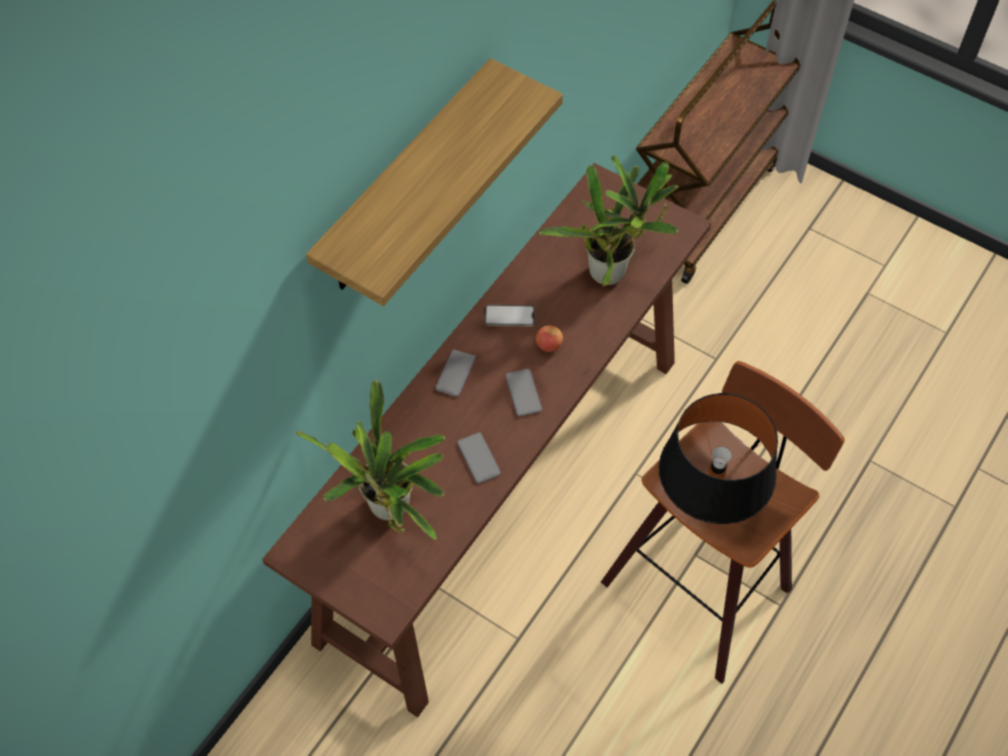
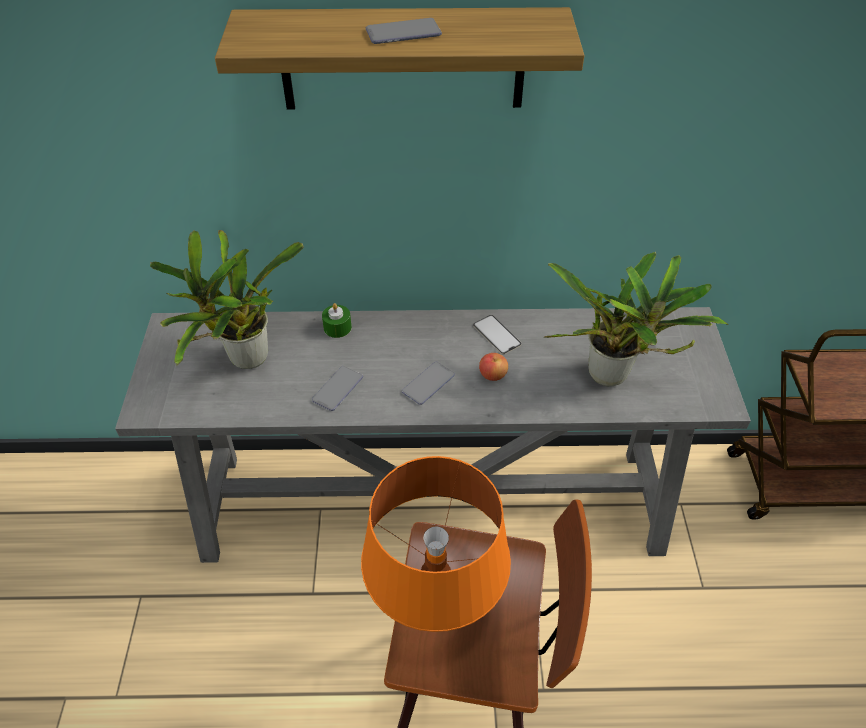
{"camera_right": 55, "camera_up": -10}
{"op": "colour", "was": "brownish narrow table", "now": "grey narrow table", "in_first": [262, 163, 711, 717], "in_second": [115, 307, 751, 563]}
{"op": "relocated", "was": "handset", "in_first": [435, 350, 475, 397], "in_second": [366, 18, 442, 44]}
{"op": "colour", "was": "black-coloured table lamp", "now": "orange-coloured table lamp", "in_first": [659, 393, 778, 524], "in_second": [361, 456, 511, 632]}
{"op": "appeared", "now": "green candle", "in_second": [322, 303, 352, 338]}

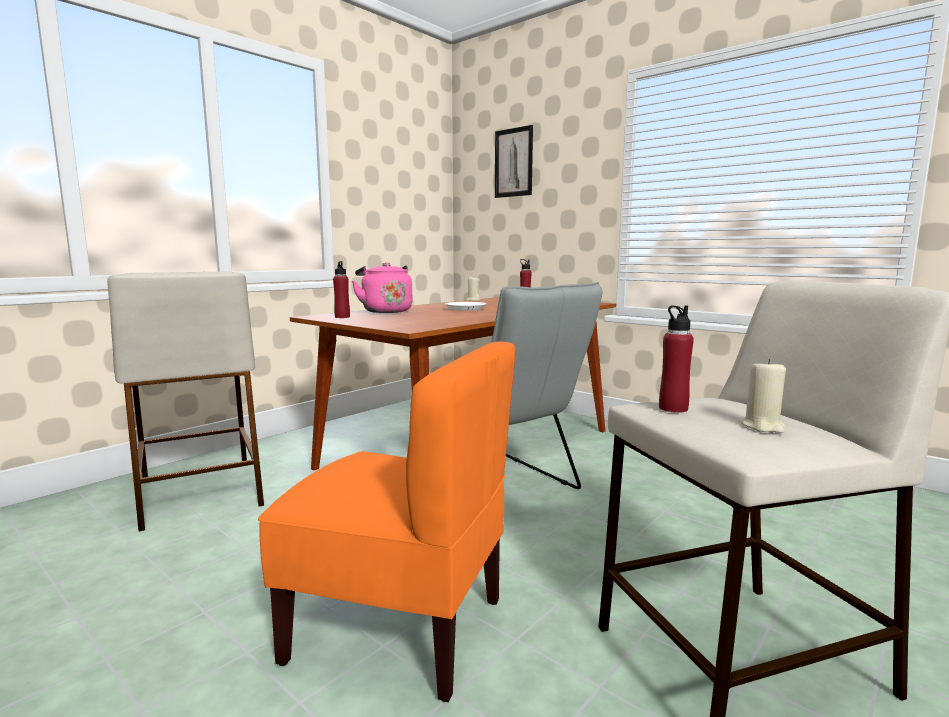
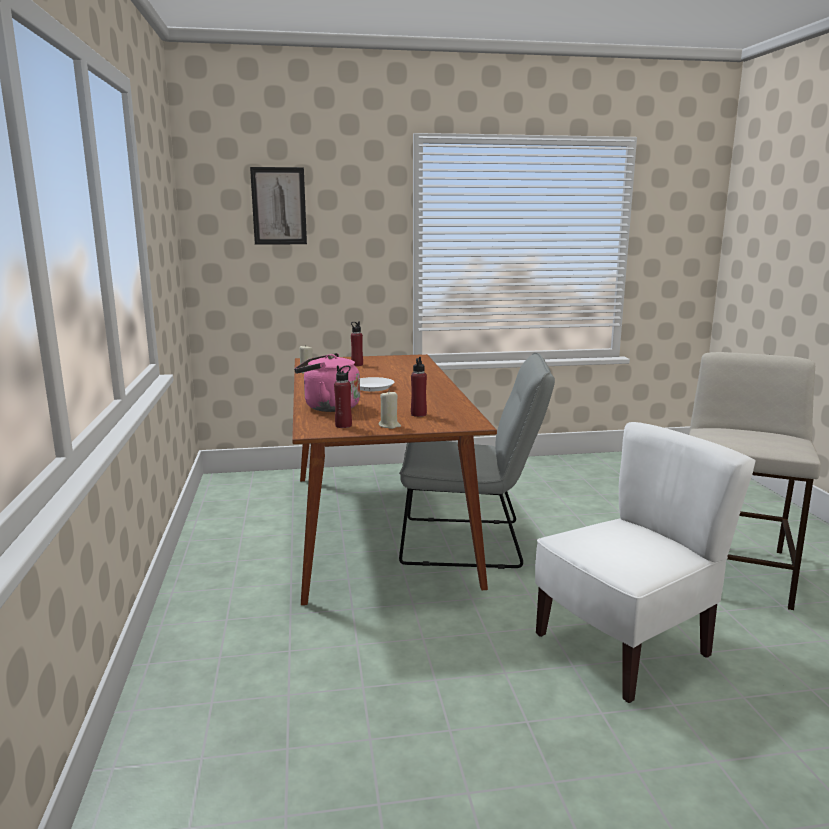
{"camera_right": -50, "camera_up": 5}
{"op": "missing", "was": "sand-coloured sitting stool", "in_first": [107, 271, 264, 531]}
{"op": "colour", "was": "orange-coloured plain chair", "now": "white plain chair", "in_first": [258, 341, 516, 702], "in_second": [535, 422, 755, 703]}
{"op": "relocated", "was": "red bottle", "in_first": [659, 305, 694, 413], "in_second": [411, 357, 427, 417]}
{"op": "relocated", "was": "sand-coloured candle", "in_first": [742, 359, 786, 433], "in_second": [379, 392, 401, 429]}

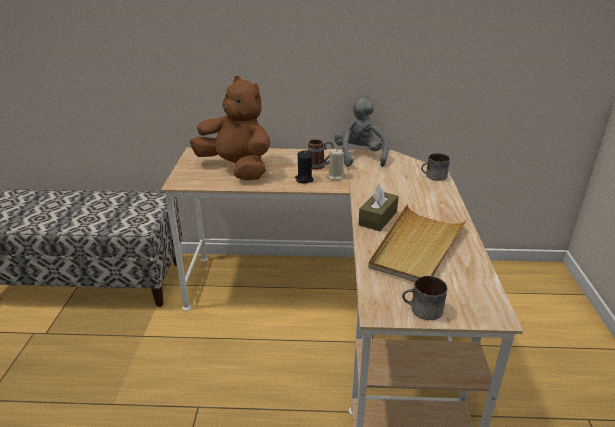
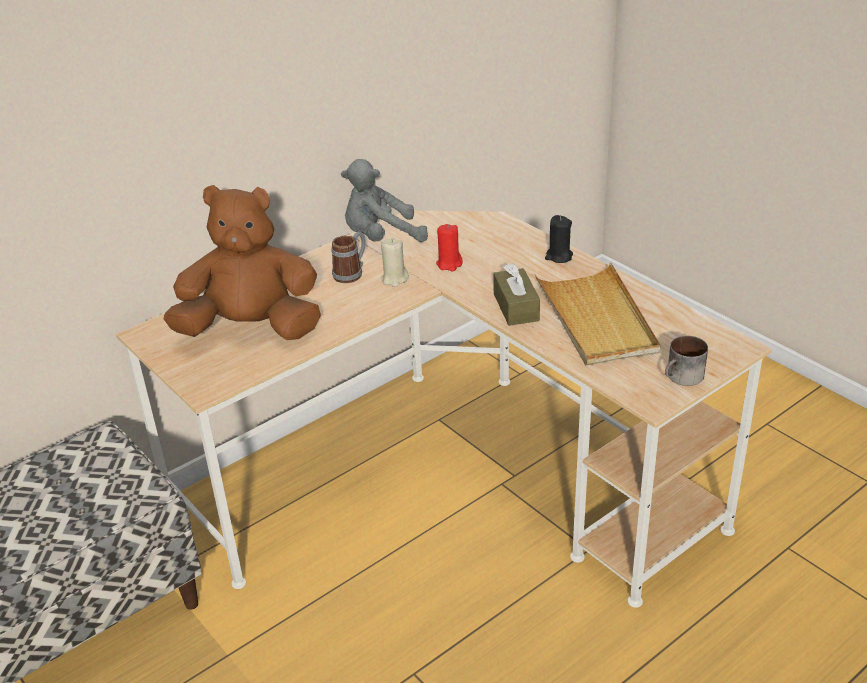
{"camera_right": -40, "camera_up": 5}
{"op": "relocated", "was": "black-coloured candle", "in_first": [295, 150, 314, 184], "in_second": [545, 215, 573, 263]}
{"op": "spun", "was": "grey cuddly toy", "in_first": [334, 98, 389, 167], "in_second": [341, 159, 428, 242], "clockwise": -60}
{"op": "missing", "was": "tea mug", "in_first": [421, 153, 450, 181]}
{"op": "appeared", "now": "red candle", "in_second": [436, 224, 463, 271]}

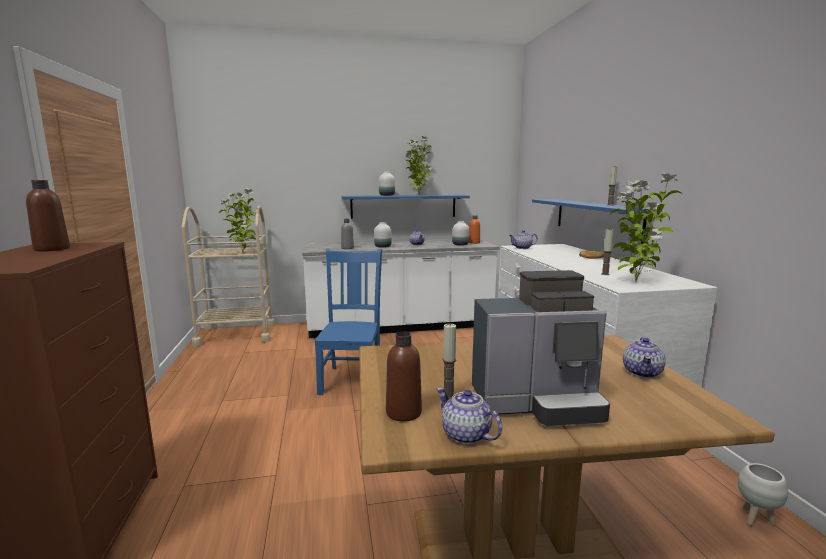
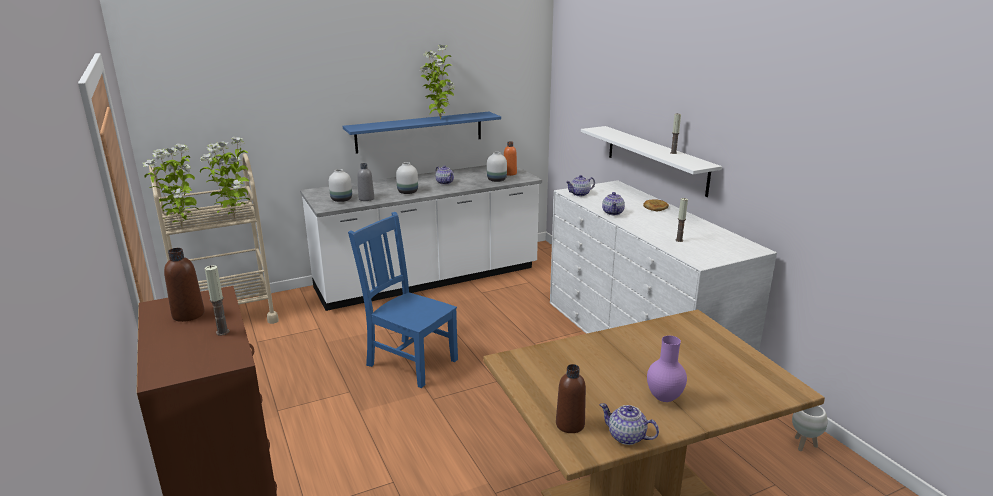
{"camera_right": -15, "camera_up": 10}
{"op": "spun", "was": "blue plain chair", "in_first": [314, 248, 382, 395], "in_second": [348, 212, 458, 388], "clockwise": -45}
{"op": "relocated", "was": "white decorative vase", "in_first": [379, 172, 395, 196], "in_second": [329, 169, 352, 202]}
{"op": "relocated", "was": "candle", "in_first": [443, 323, 456, 399], "in_second": [205, 265, 229, 336]}
{"op": "exchanged", "was": "coffee maker", "now": "purple-coloured decorative vase", "in_first": [472, 270, 610, 426], "in_second": [647, 336, 687, 402]}
{"op": "colour", "was": "blue shelf", "now": "white shelf", "in_first": [532, 199, 647, 244], "in_second": [581, 126, 722, 197]}
{"op": "relocated", "was": "plant in a pot", "in_first": [610, 172, 683, 282], "in_second": [142, 144, 199, 228]}
{"op": "relocated", "was": "teapot", "in_first": [623, 337, 666, 378], "in_second": [602, 192, 625, 215]}

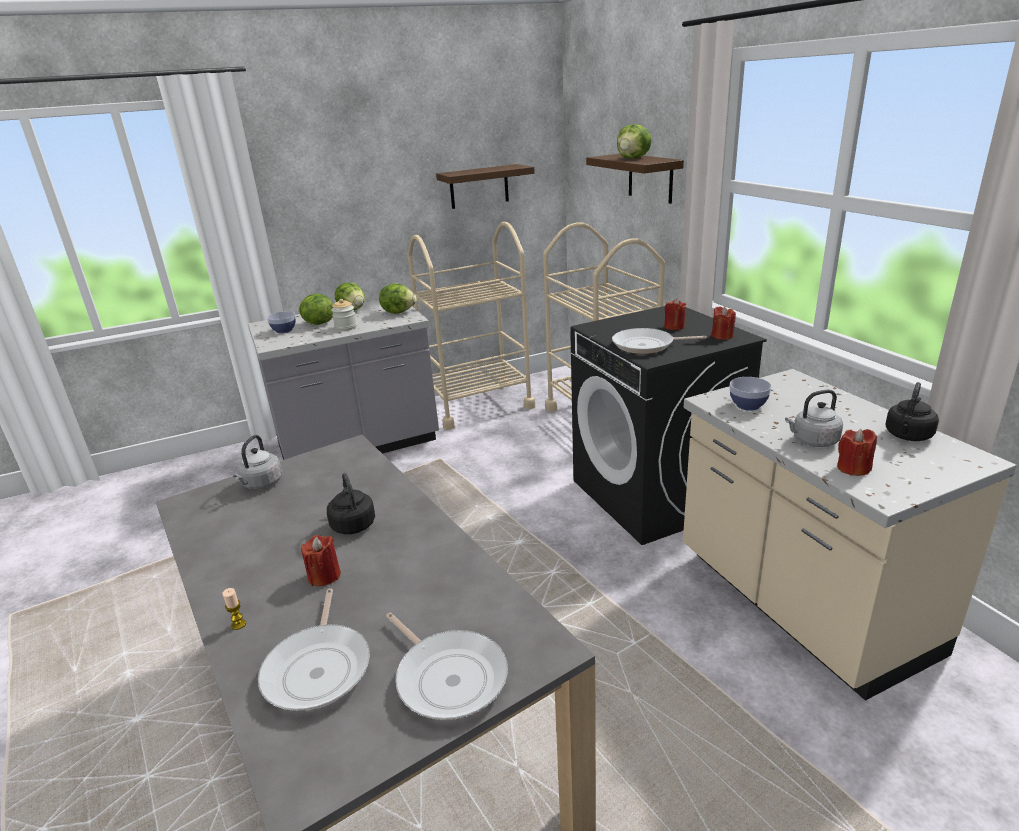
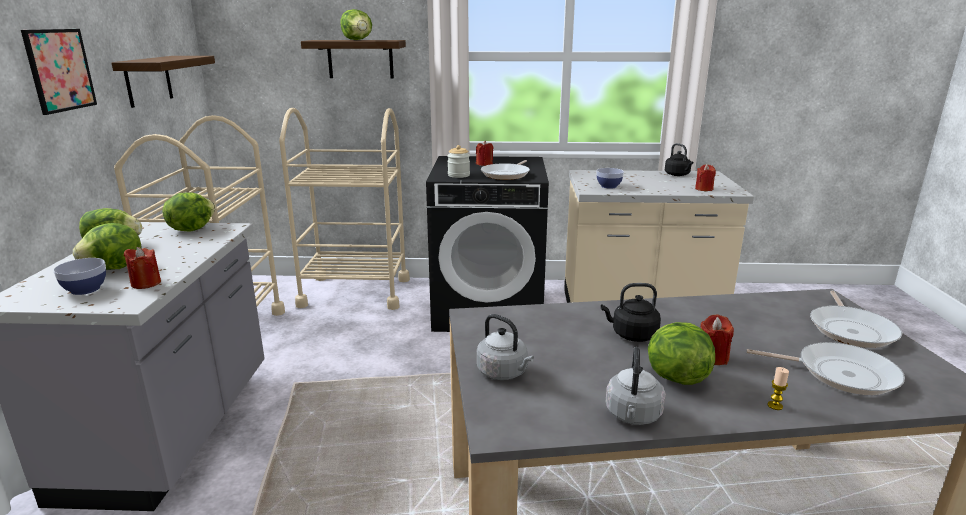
{"camera_right": -65, "camera_up": -5}
{"op": "relocated", "was": "preserve jar", "in_first": [331, 299, 357, 331], "in_second": [447, 145, 470, 178]}
{"op": "spun", "was": "skillet", "in_first": [386, 613, 508, 720], "in_second": [810, 291, 902, 348], "clockwise": 120}
{"op": "relocated", "was": "red candle", "in_first": [712, 306, 736, 340], "in_second": [124, 247, 161, 289]}
{"op": "relocated", "was": "grey kettle", "in_first": [785, 389, 843, 447], "in_second": [606, 347, 666, 425]}
{"op": "appeared", "now": "picture", "in_second": [21, 29, 97, 115]}
{"op": "appeared", "now": "lettuce head", "in_second": [648, 322, 715, 385]}

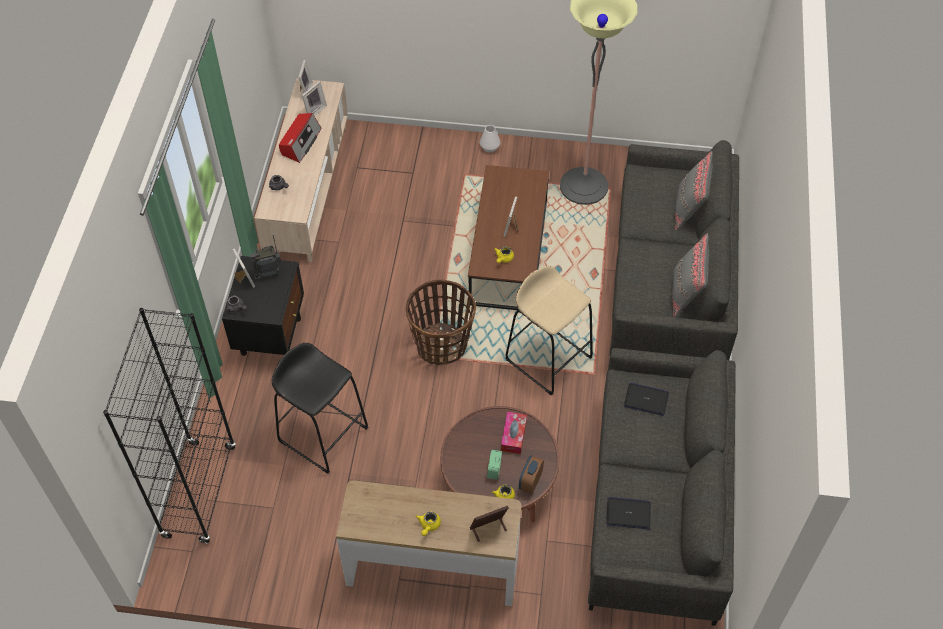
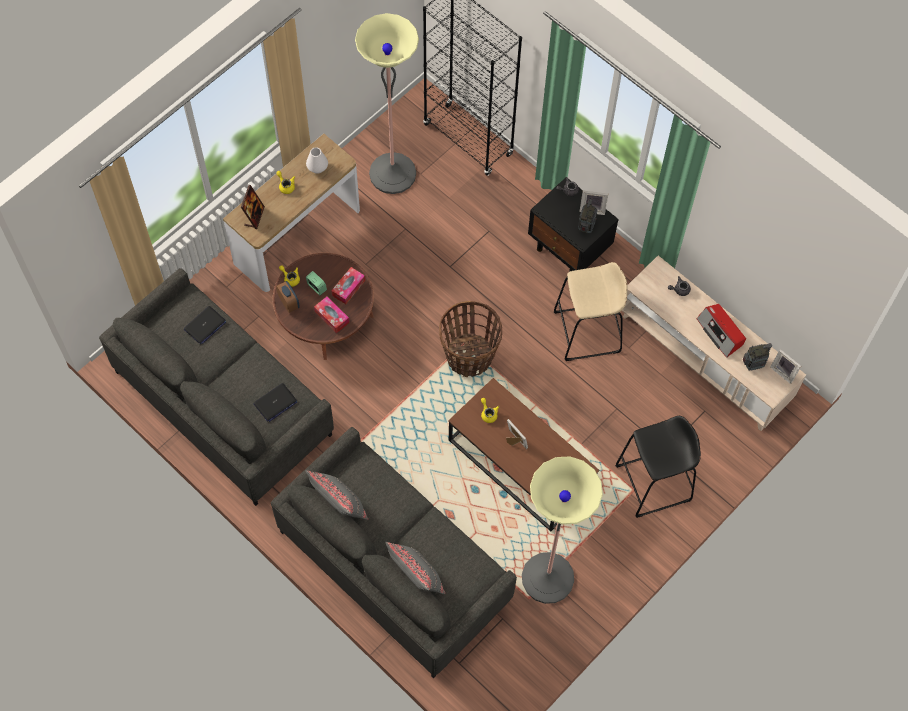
{"camera_right": 125, "camera_up": 10}
{"op": "relocated", "was": "black-coloured sitting stool", "in_first": [272, 343, 368, 474], "in_second": [615, 416, 701, 518]}
{"op": "exchanged", "was": "standing frame", "now": "radio", "in_first": [302, 81, 327, 116], "in_second": [743, 343, 772, 371]}
{"op": "relocated", "was": "white decorative vase", "in_first": [480, 125, 500, 153], "in_second": [306, 147, 328, 174]}
{"op": "relocated", "was": "sand-coloured sitting stool", "in_first": [506, 266, 593, 395], "in_second": [554, 262, 628, 361]}
{"op": "appeared", "now": "box of tissues", "in_second": [332, 267, 365, 304]}
{"op": "appeared", "now": "floor lamp", "in_second": [355, 13, 419, 194]}

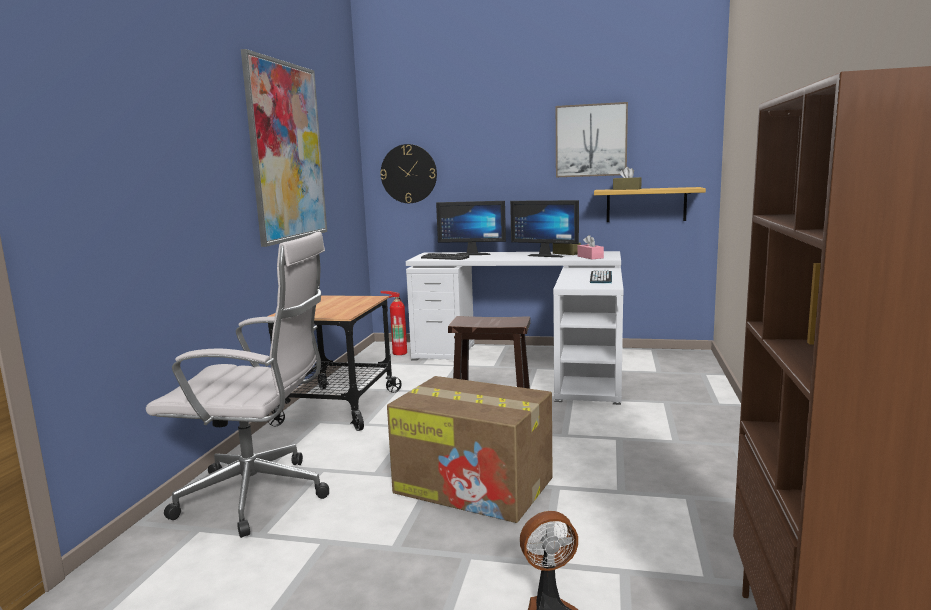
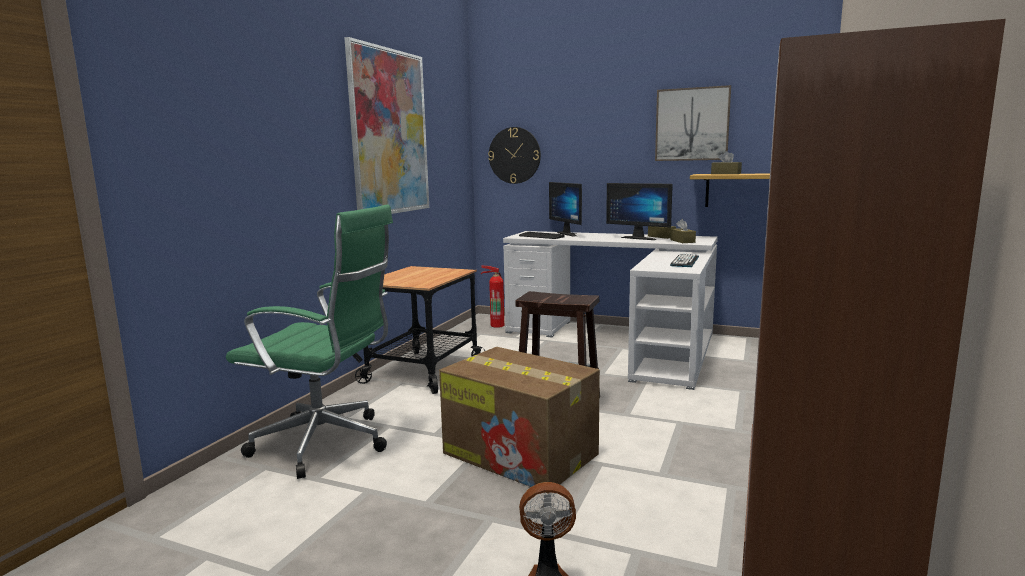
{"camera_right": 10, "camera_up": 0}
{"op": "colour", "was": "white desk chair", "now": "green desk chair", "in_first": [146, 232, 329, 538], "in_second": [226, 205, 393, 479]}
{"op": "spun", "was": "computer display", "in_first": [436, 201, 506, 255], "in_second": [549, 182, 582, 237], "clockwise": 45}
{"op": "colour", "was": "pink box of tissues", "now": "brownish box of tissues", "in_first": [578, 235, 604, 259], "in_second": [670, 219, 696, 243]}

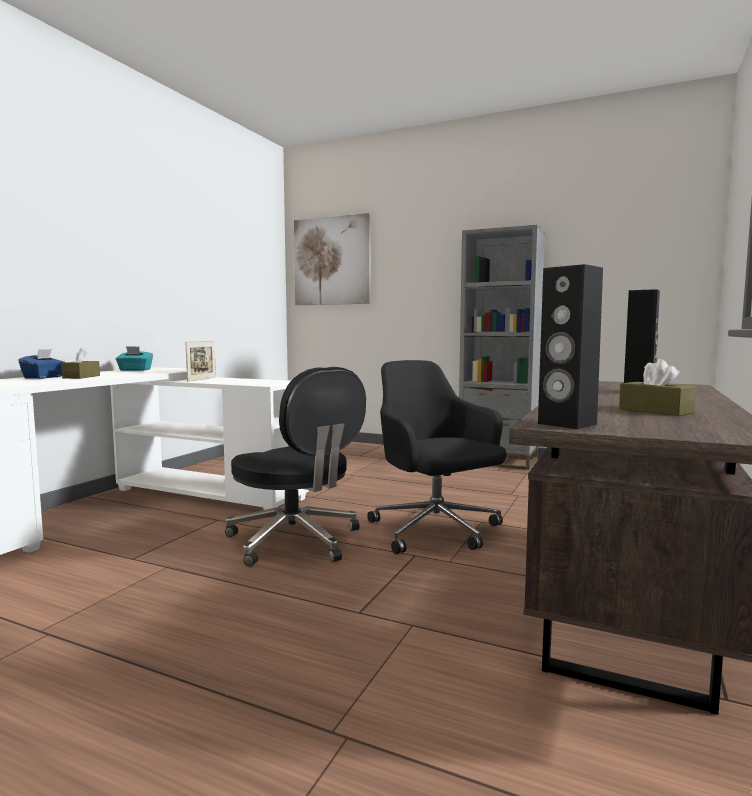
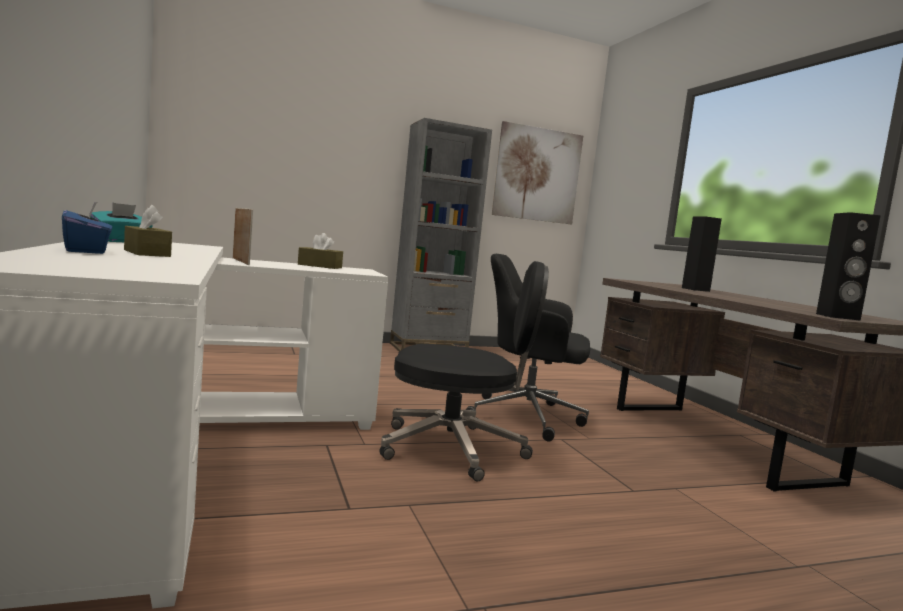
{"camera_right": -45, "camera_up": 0}
{"op": "relocated", "was": "picture", "in_first": [294, 213, 371, 305], "in_second": [492, 121, 583, 224]}
{"op": "relocated", "was": "brownish box of tissues", "in_first": [619, 359, 696, 416], "in_second": [298, 233, 343, 269]}

